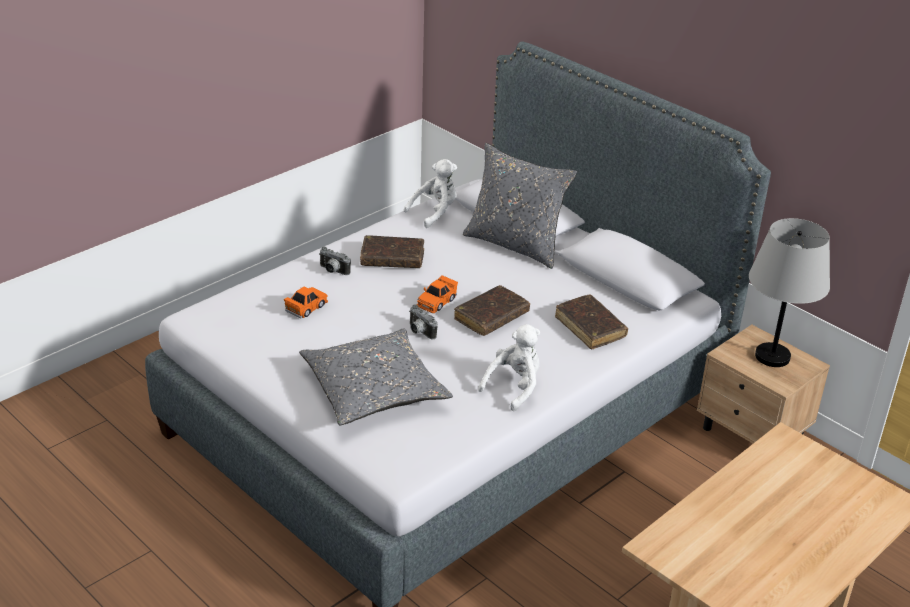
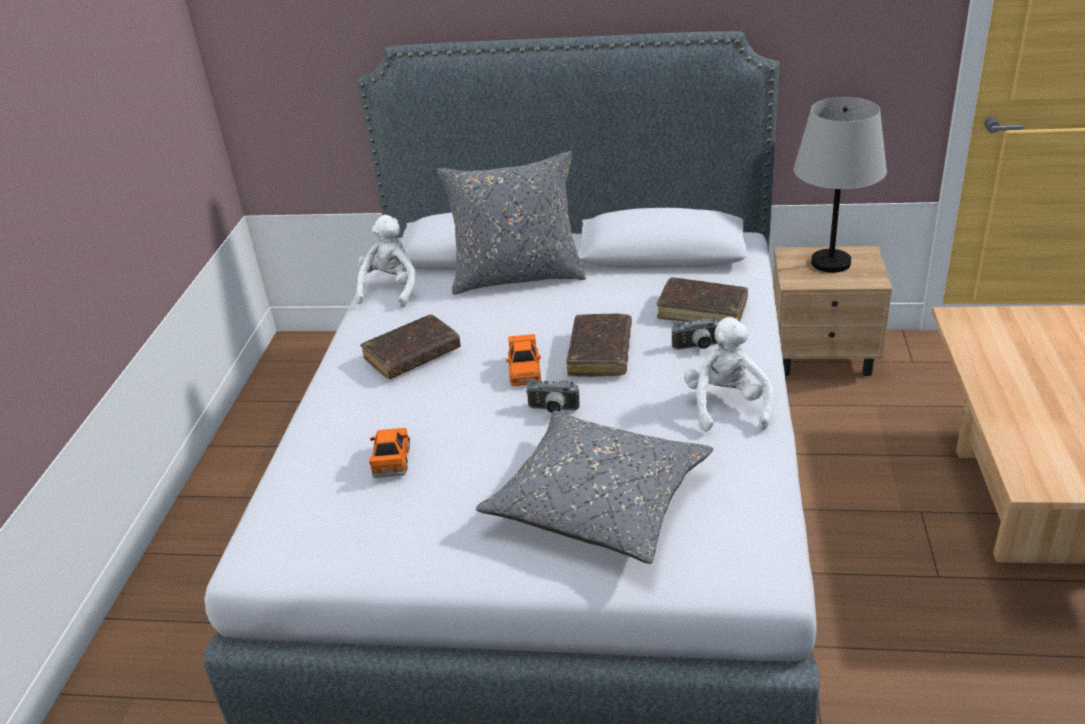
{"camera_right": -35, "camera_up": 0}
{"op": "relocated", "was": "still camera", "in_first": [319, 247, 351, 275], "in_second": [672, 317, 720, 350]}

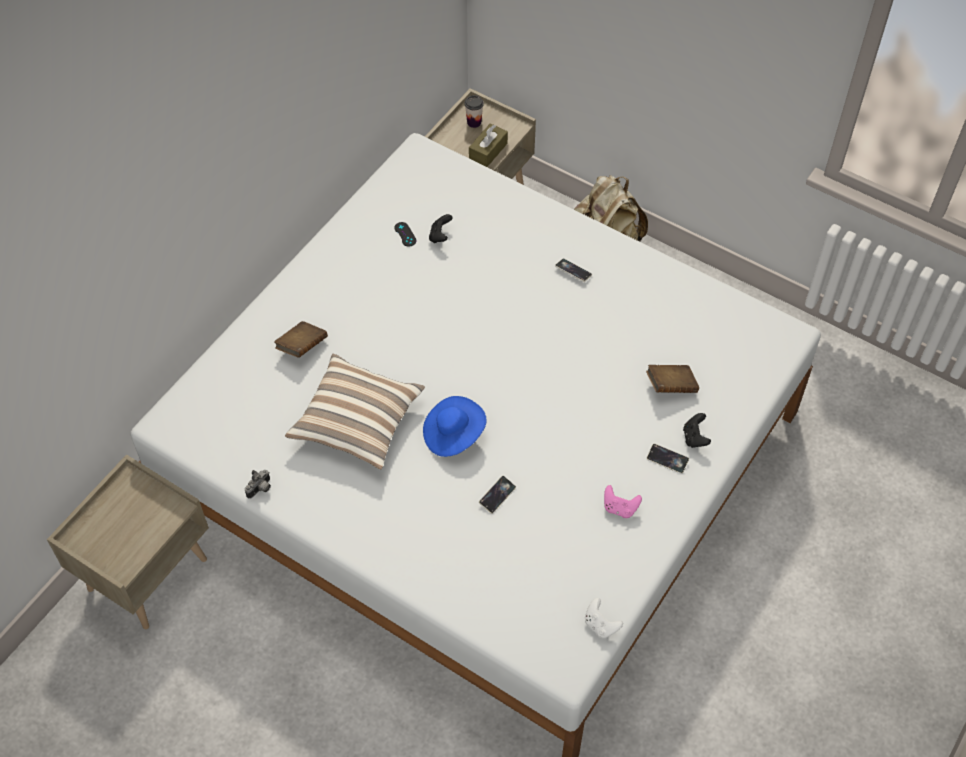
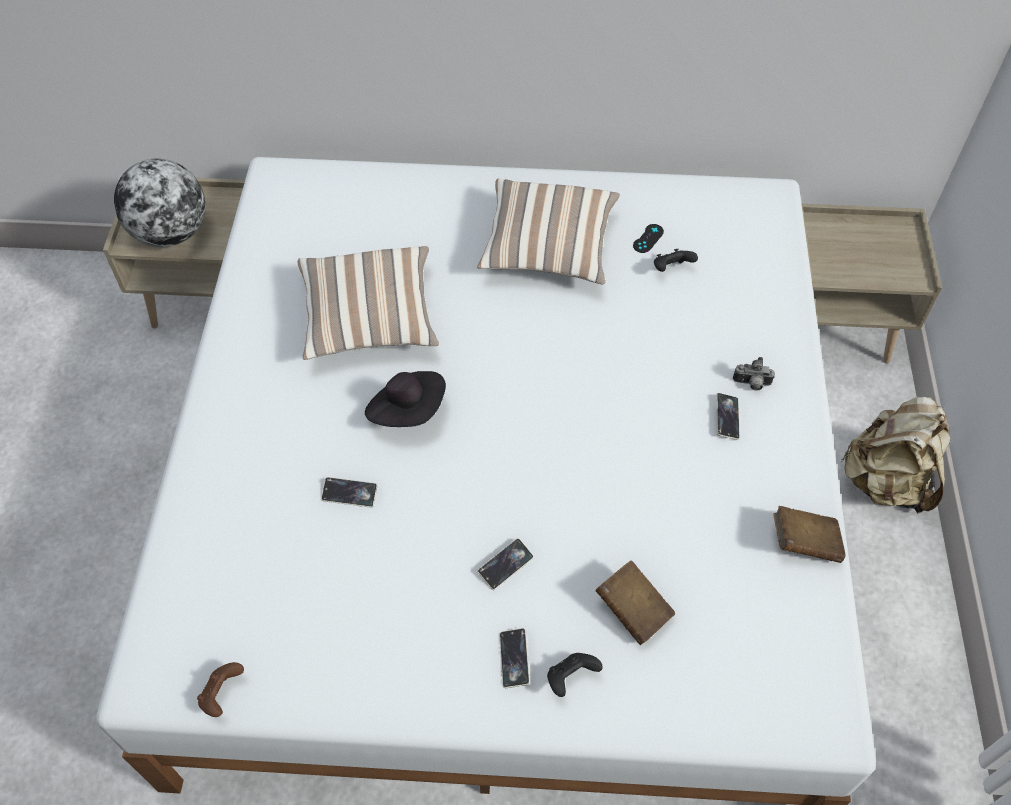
{"camera_right": 60, "camera_up": 0}
{"op": "relocated", "was": "still camera", "in_first": [245, 470, 271, 499], "in_second": [733, 357, 775, 391]}
{"op": "relocated", "was": "brownish book", "in_first": [274, 321, 328, 358], "in_second": [773, 506, 846, 563]}
{"op": "colour", "was": "blue wearable hat", "now": "black-coloured wearable hat", "in_first": [423, 396, 487, 457], "in_second": [365, 371, 446, 427]}
{"op": "missing", "was": "drinking cup", "in_first": [465, 95, 484, 128]}
{"op": "missing", "was": "brownish box of tissues", "in_first": [469, 123, 508, 167]}
{"op": "colour", "was": "white gamepad", "now": "brownish gamepad", "in_first": [585, 598, 623, 638], "in_second": [197, 662, 244, 717]}
{"op": "missing", "was": "pink gamepad", "in_first": [604, 485, 642, 518]}
{"op": "appeared", "now": "globe", "in_second": [114, 158, 205, 247]}
{"op": "appeared", "now": "throw pillow", "in_second": [477, 178, 620, 284]}
{"op": "appeared", "now": "handset", "in_second": [477, 538, 534, 590]}

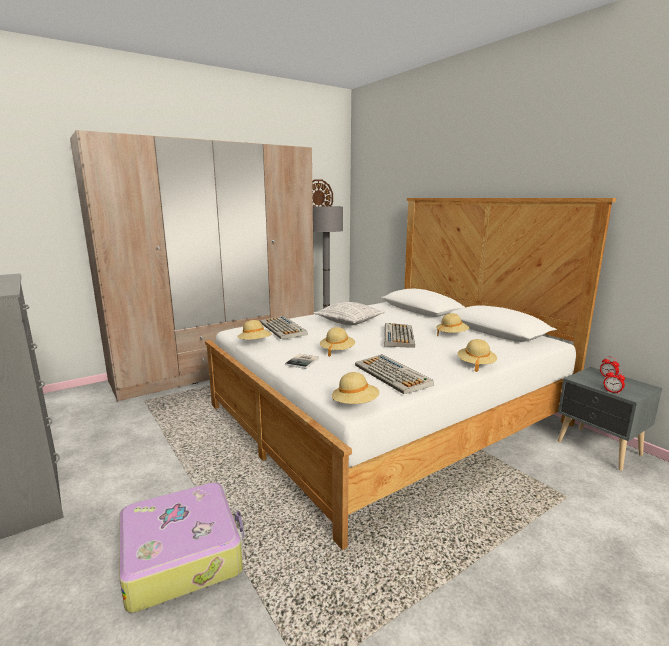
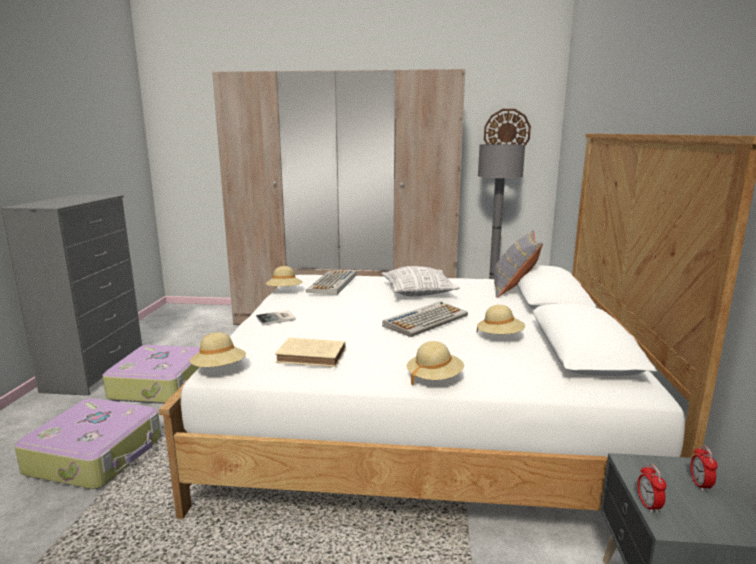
{"camera_right": 40, "camera_up": 0}
{"op": "missing", "was": "sand-coloured wearable hat", "in_first": [320, 327, 355, 357]}
{"op": "exchanged", "was": "PC keyboard", "now": "sand-coloured book", "in_first": [355, 354, 434, 394], "in_second": [275, 338, 346, 367]}
{"op": "appeared", "now": "suitcase", "in_second": [103, 345, 200, 404]}
{"op": "appeared", "now": "grey throw pillow", "in_second": [494, 230, 543, 298]}

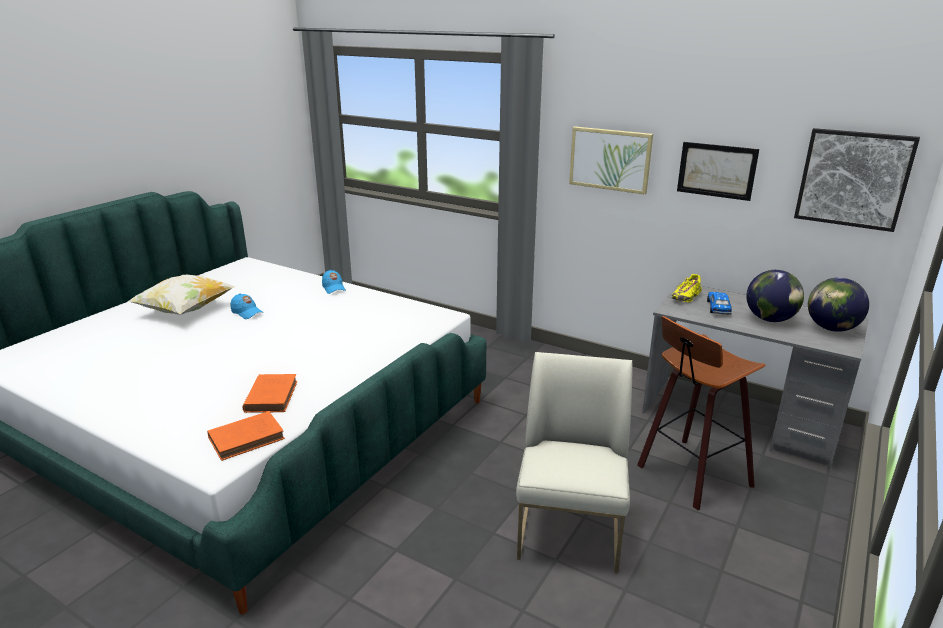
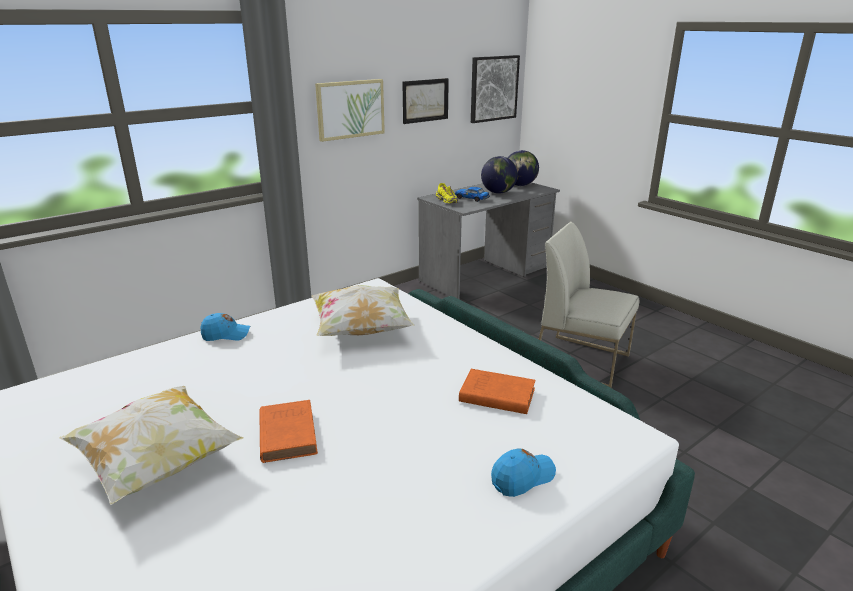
{"camera_right": -70, "camera_up": 0}
{"op": "relocated", "was": "orange-coloured book", "in_first": [207, 411, 285, 461], "in_second": [260, 400, 318, 463]}
{"op": "relocated", "was": "blue baseball cap", "in_first": [230, 293, 264, 319], "in_second": [491, 449, 556, 497]}
{"op": "missing", "was": "sitting stool", "in_first": [637, 316, 765, 510]}
{"op": "appeared", "now": "throw pillow", "in_second": [312, 285, 414, 336]}

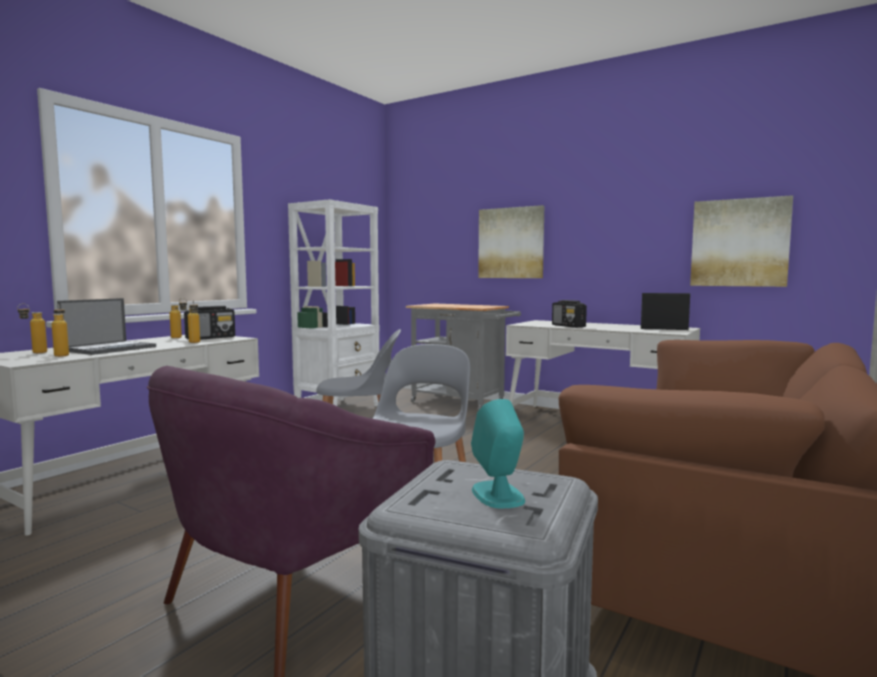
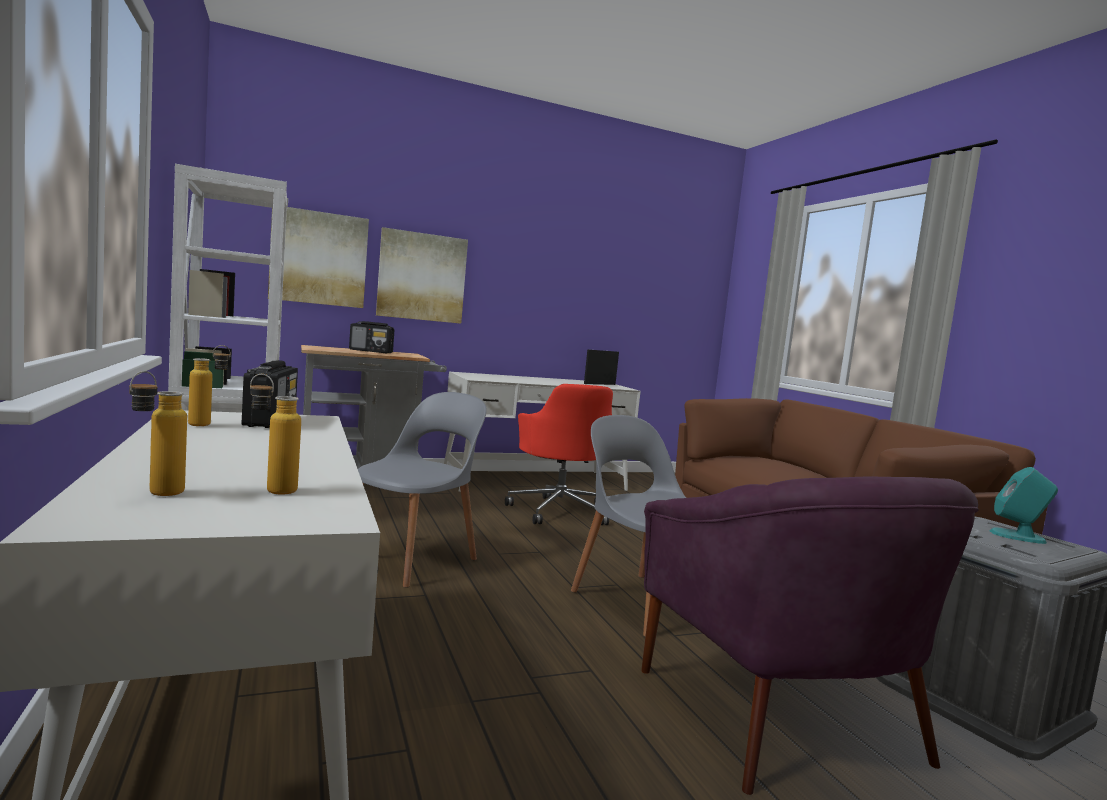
{"camera_right": -55, "camera_up": 0}
{"op": "missing", "was": "portable computer", "in_first": [57, 298, 156, 355]}
{"op": "missing", "was": "bottle", "in_first": [188, 300, 200, 343]}
{"op": "relocated", "was": "radio", "in_first": [552, 300, 587, 328], "in_second": [349, 321, 394, 353]}
{"op": "relocated", "was": "picture", "in_first": [690, 195, 793, 287], "in_second": [268, 207, 369, 308]}
{"op": "appeared", "now": "red desk chair", "in_second": [505, 384, 613, 525]}

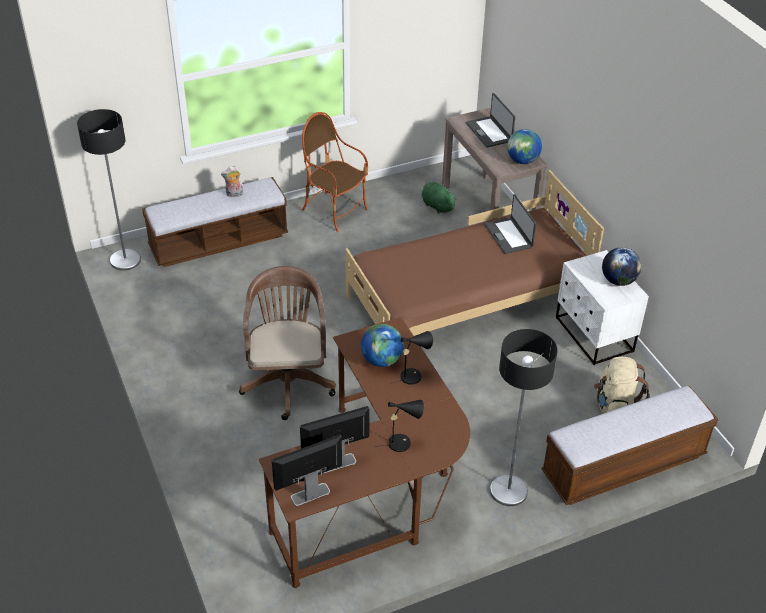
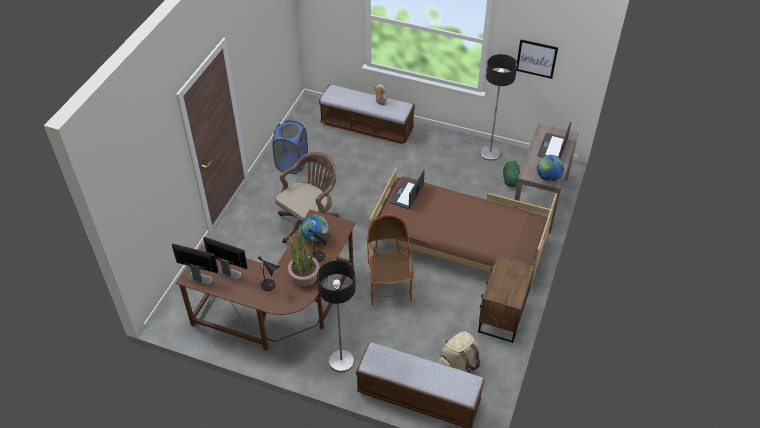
{"camera_right": 45, "camera_up": 5}
{"op": "relocated", "was": "floor lamp", "in_first": [77, 109, 141, 271], "in_second": [480, 54, 517, 161]}
{"op": "relocated", "was": "easy chair", "in_first": [302, 112, 368, 232], "in_second": [367, 214, 414, 306]}
{"op": "relocated", "was": "portable computer", "in_first": [485, 194, 536, 254], "in_second": [389, 170, 425, 209]}
{"op": "colour", "was": "white nightstand", "now": "brownish nightstand", "in_first": [556, 250, 649, 365], "in_second": [478, 255, 535, 343]}
{"op": "missing", "was": "globe", "in_first": [602, 247, 641, 286]}
{"op": "appeared", "now": "blue hamper", "in_second": [272, 120, 308, 174]}
{"op": "appeared", "now": "plant in a pot", "in_second": [288, 224, 320, 287]}
{"op": "appeared", "now": "picture", "in_second": [516, 39, 558, 79]}

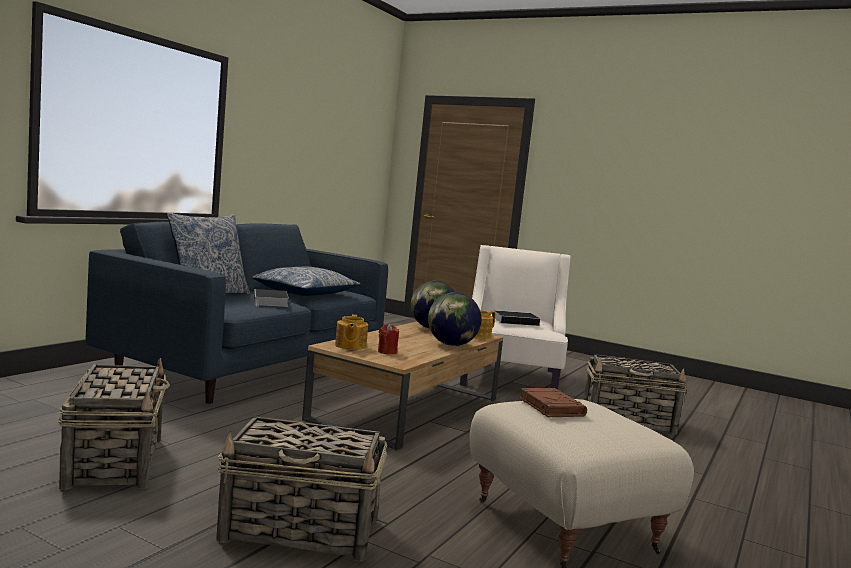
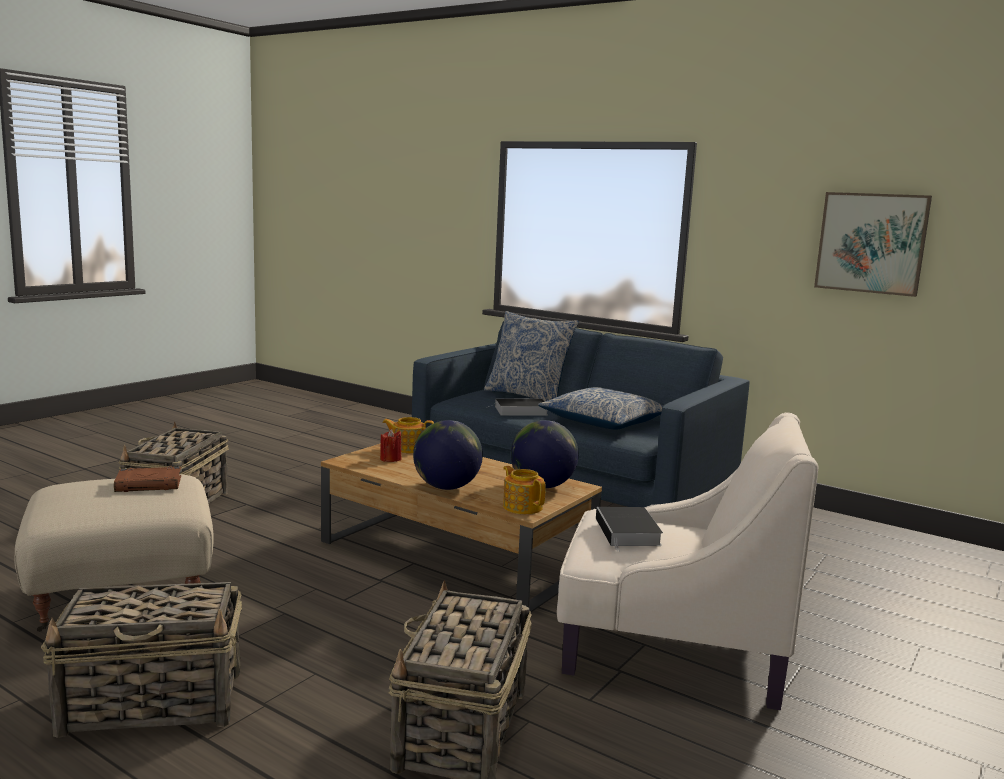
{"camera_right": 95, "camera_up": 5}
{"op": "relocated", "was": "basket", "in_first": [58, 358, 170, 490], "in_second": [41, 582, 242, 738]}
{"op": "appeared", "now": "picture", "in_second": [814, 192, 932, 297]}

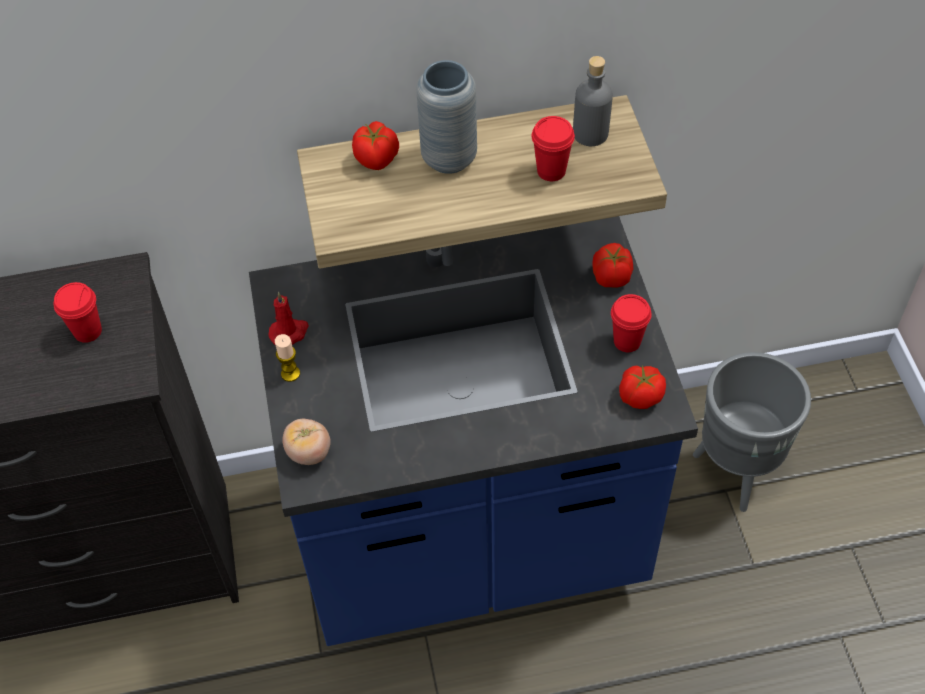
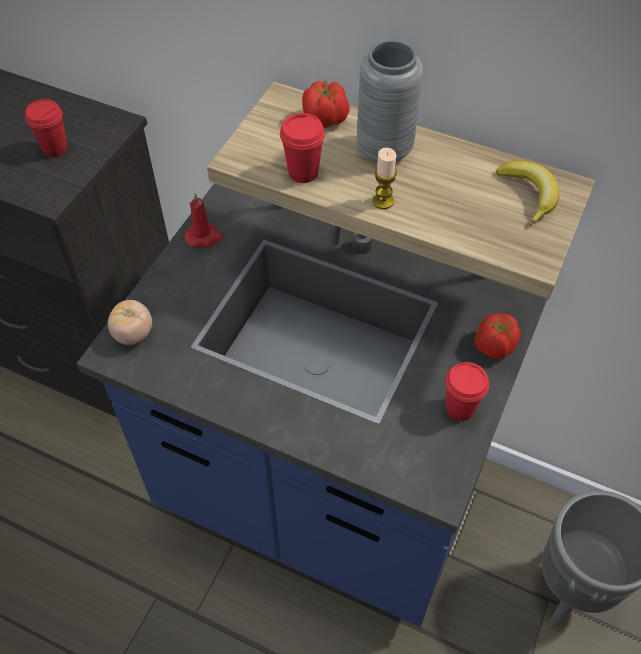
{"camera_right": 35, "camera_up": 0}
{"op": "relocated", "was": "candle", "in_first": [275, 334, 300, 382], "in_second": [373, 148, 397, 209]}
{"op": "relocated", "was": "red drinking cup", "in_first": [531, 116, 575, 181], "in_second": [280, 113, 325, 183]}
{"op": "exchanged", "was": "grey bottle", "now": "banana fruit", "in_first": [573, 56, 613, 146], "in_second": [496, 161, 559, 225]}
{"op": "missing", "was": "fresh tomato", "in_first": [619, 365, 666, 409]}

